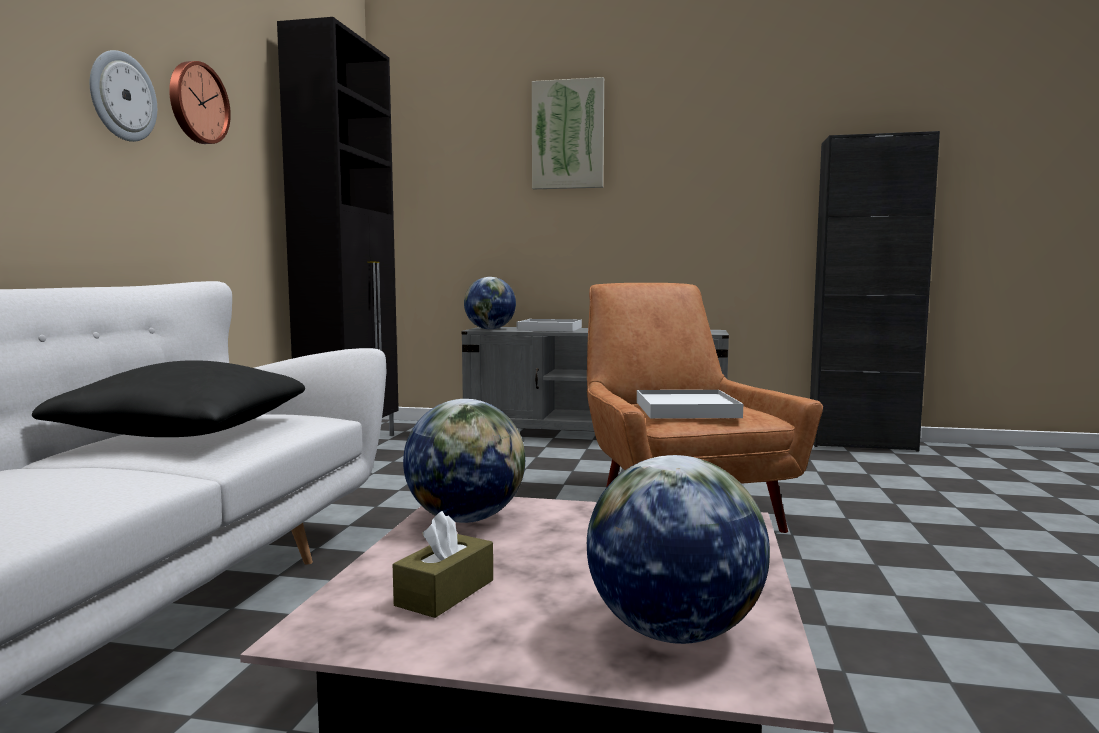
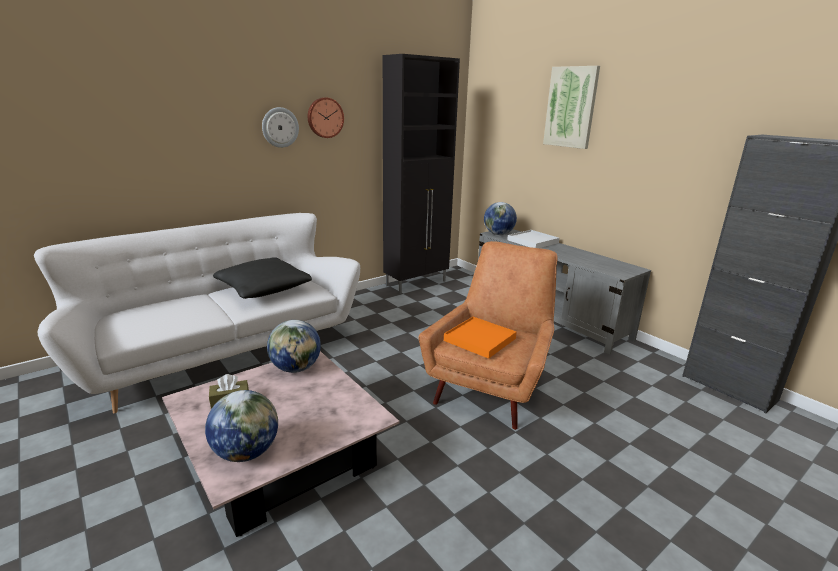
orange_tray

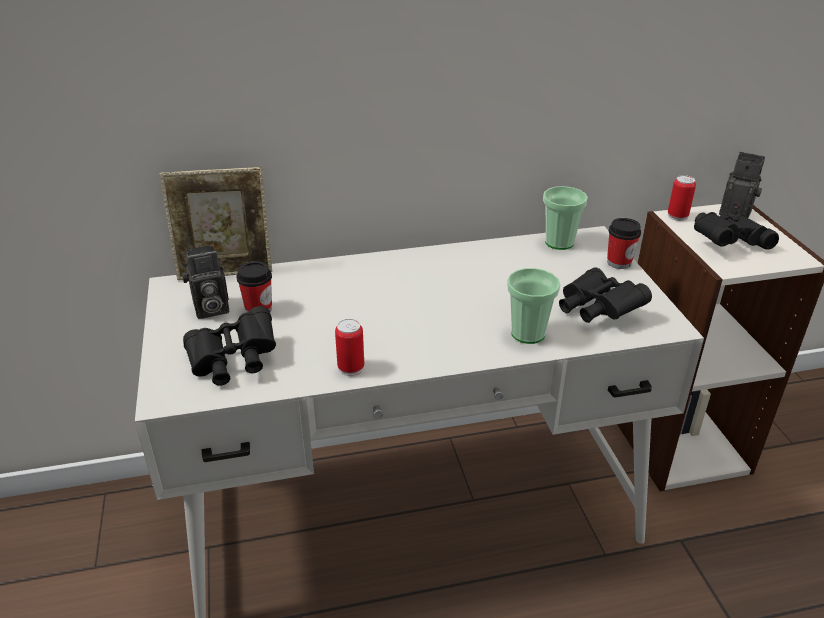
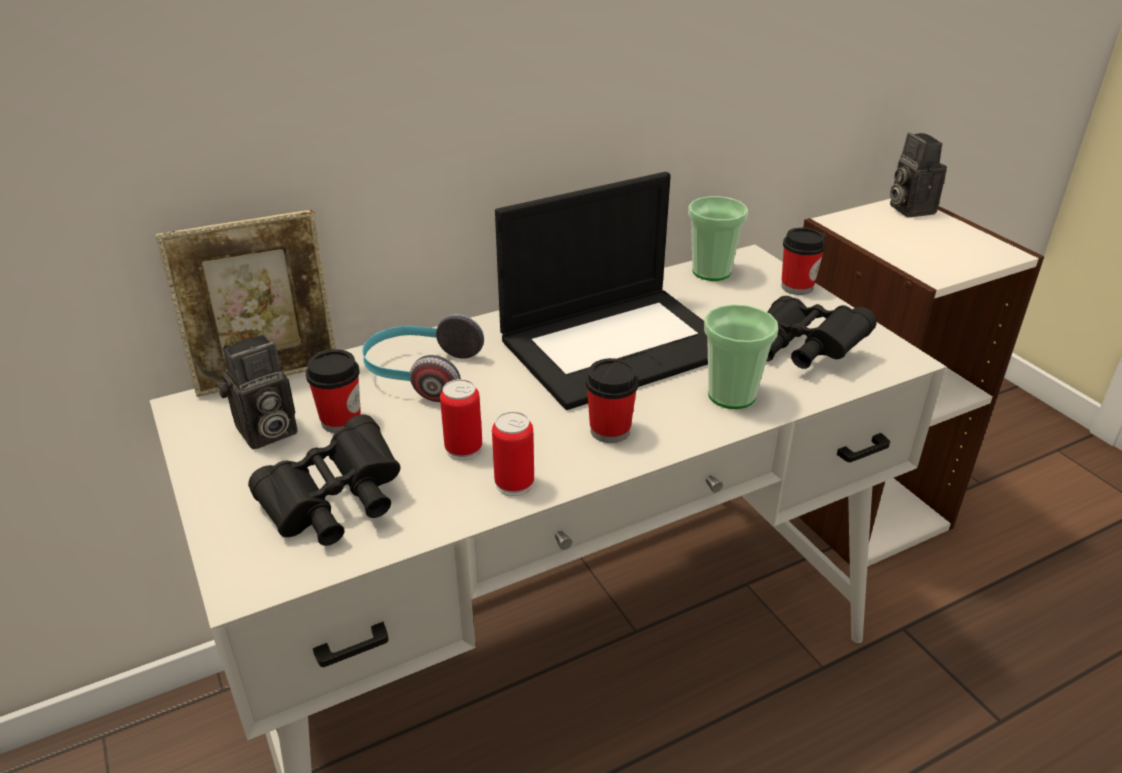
black_binoculars (3rd from left in the first image)
headphones
laptop
cup (2nd from left)
can (1st from left)
photo_camera (2nd from left)

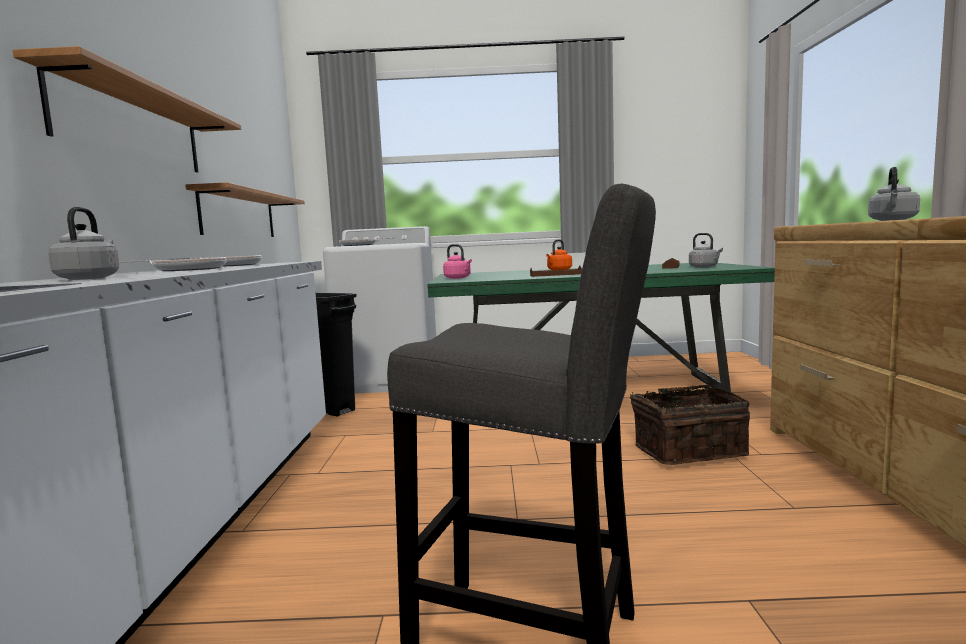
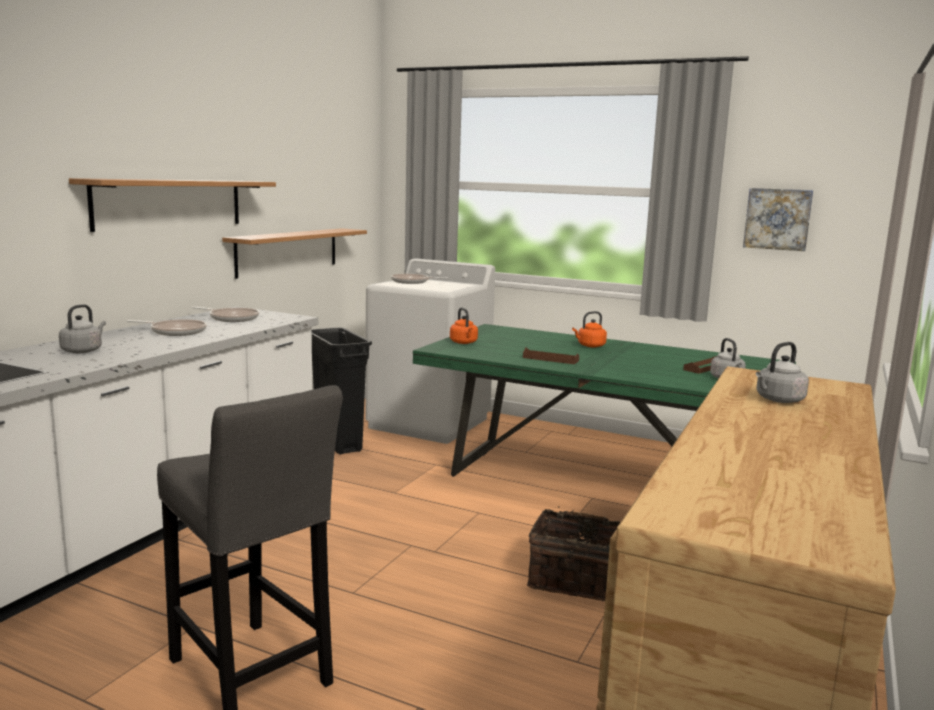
picture
orange_kettle (1st from left)

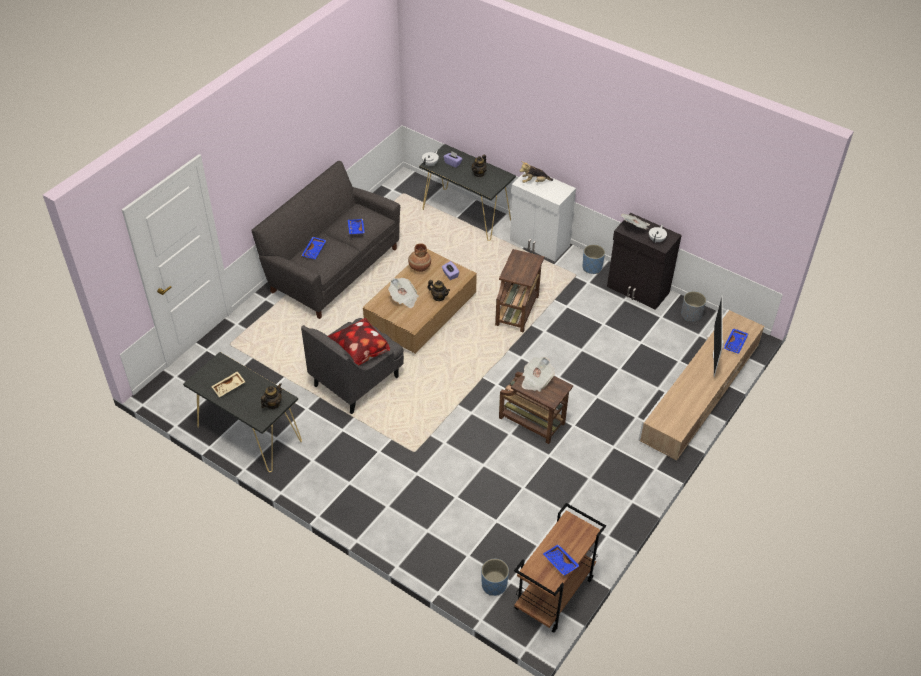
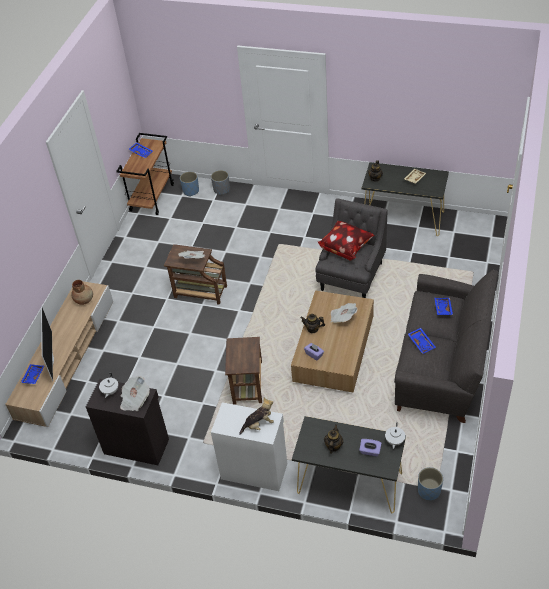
brown_vase
blue_planter (2nd from left)
grey_planter

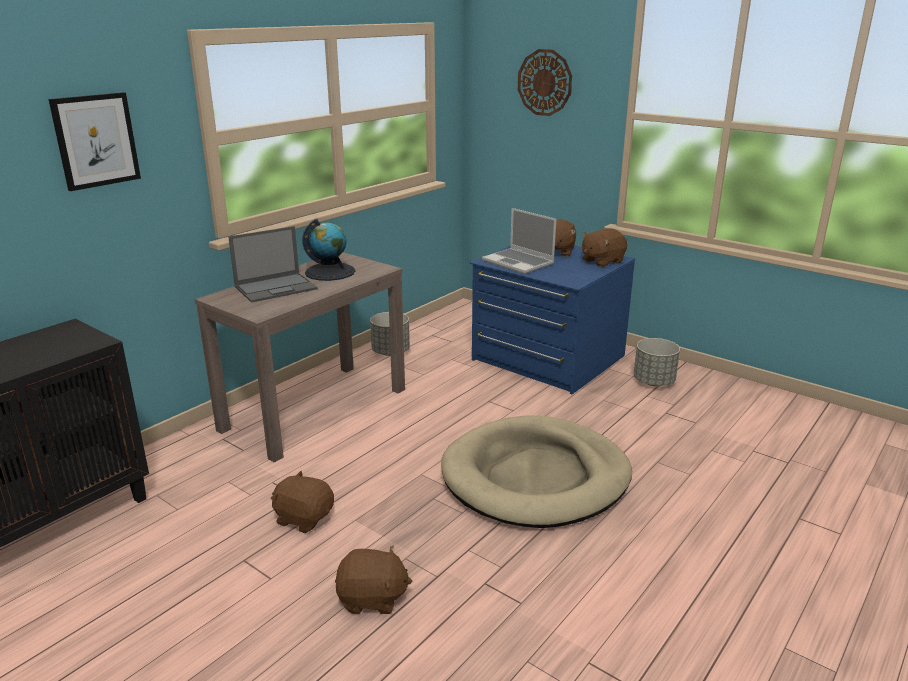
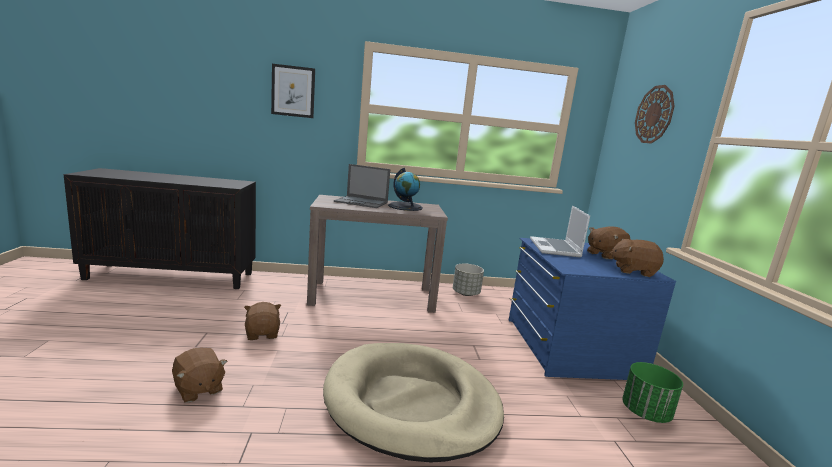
green_planter

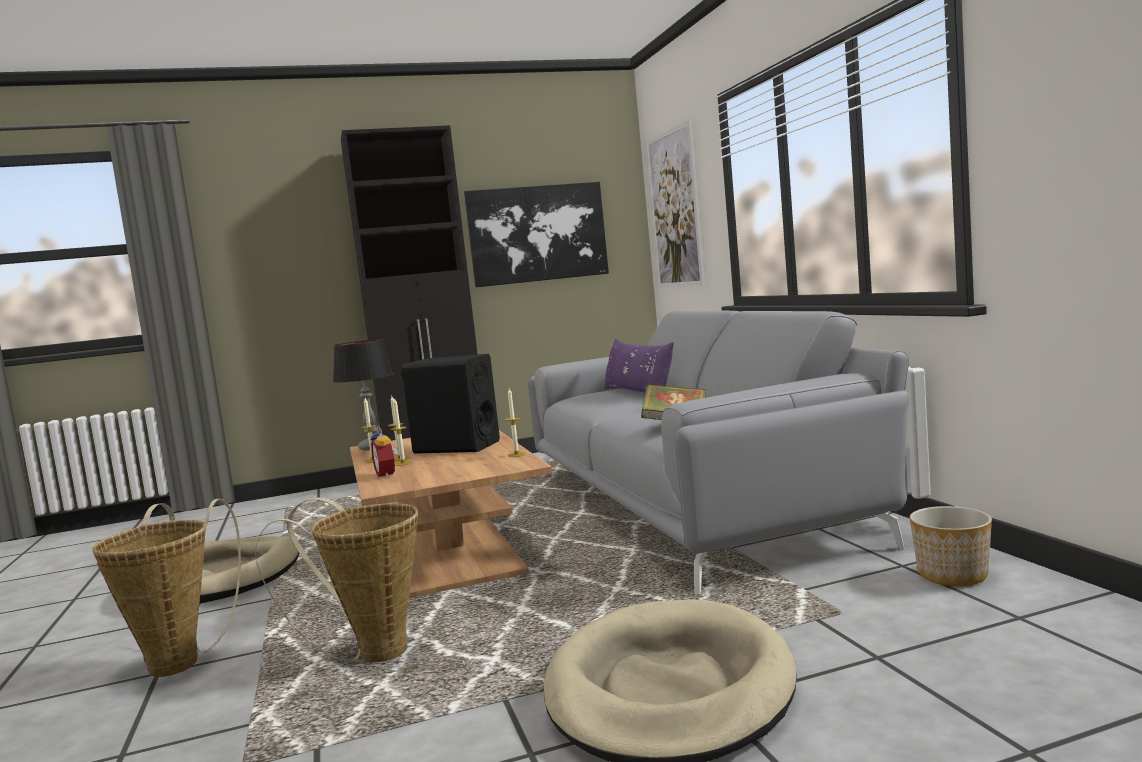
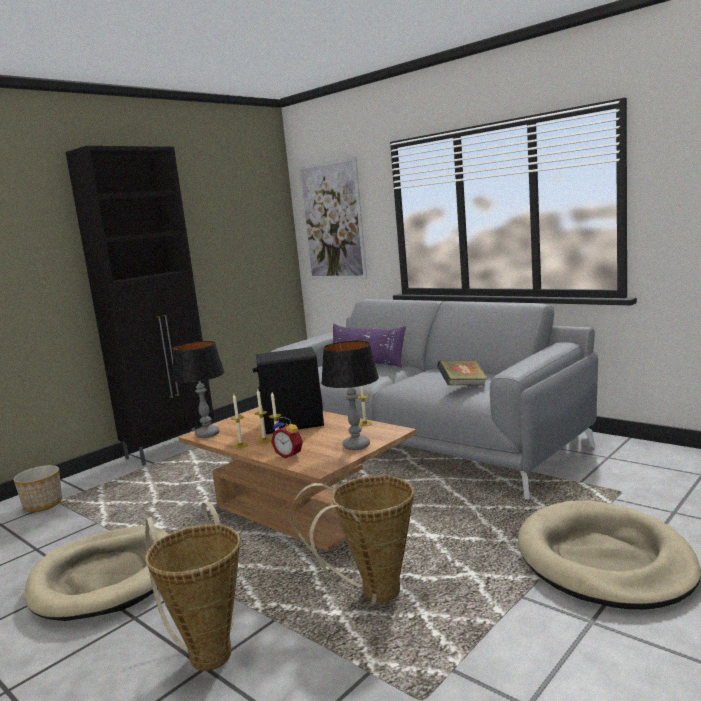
picture (1st from left in the first image)
table_lamp (2nd from left)
planter

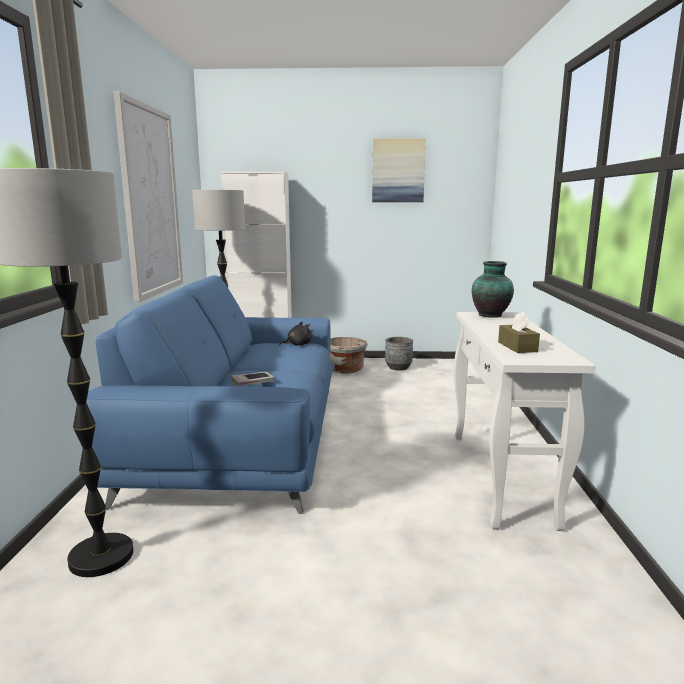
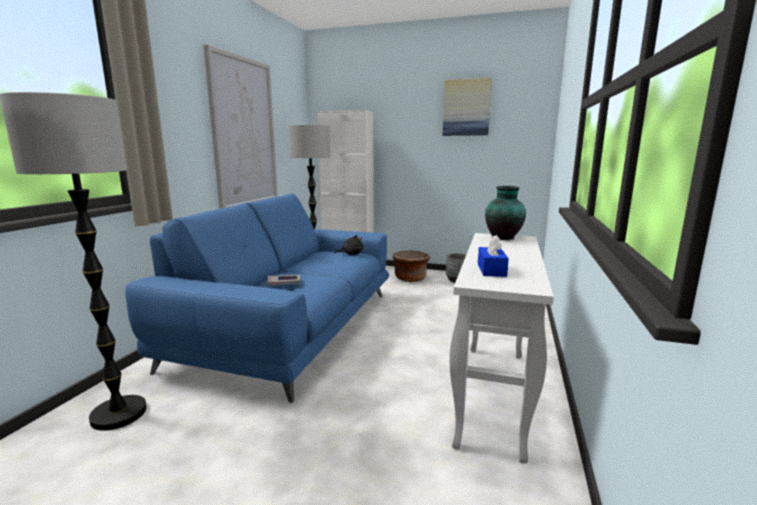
brown_planter
blue_tissue_box

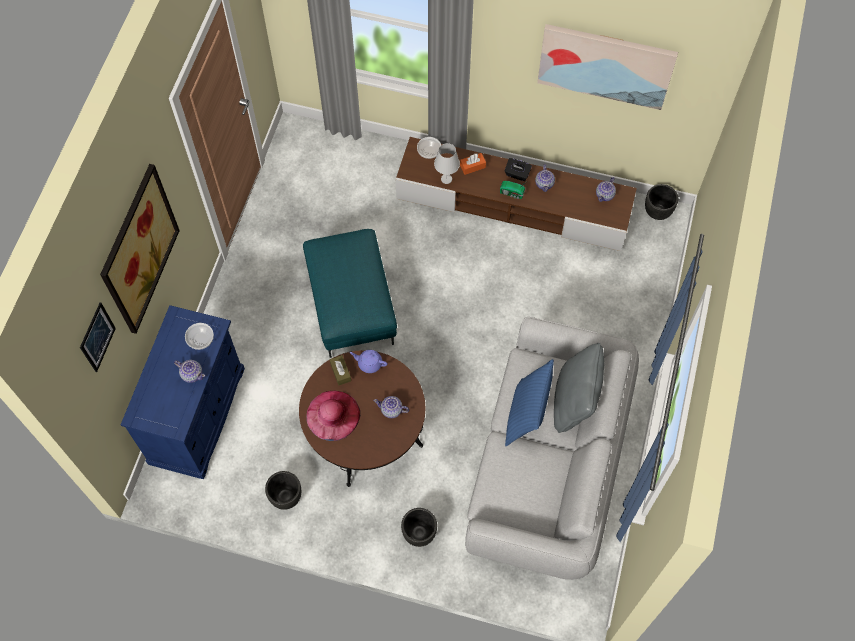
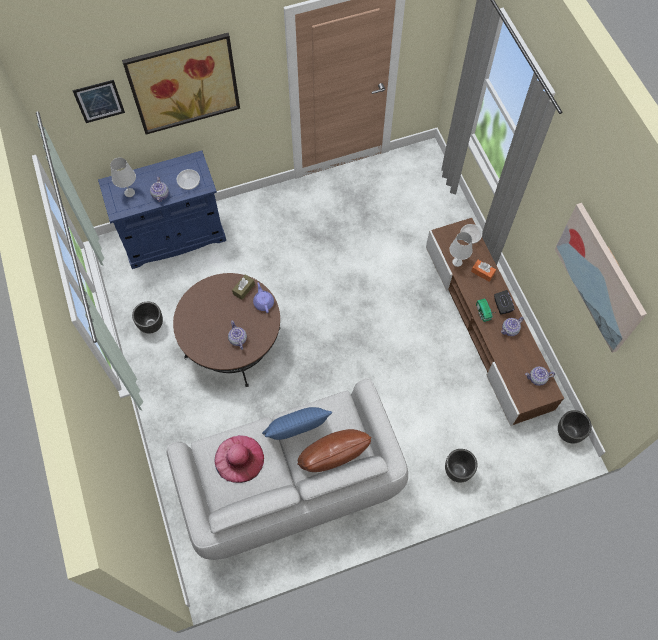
turquoise_ottoman
white_table_lamp (1st from left)
pink_hat
black_planter (2nd from left)
brown_pillow

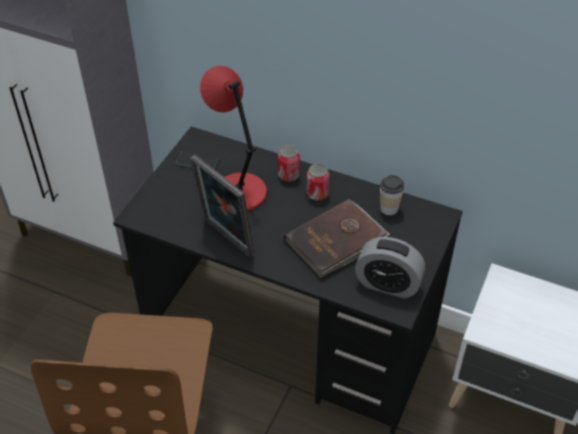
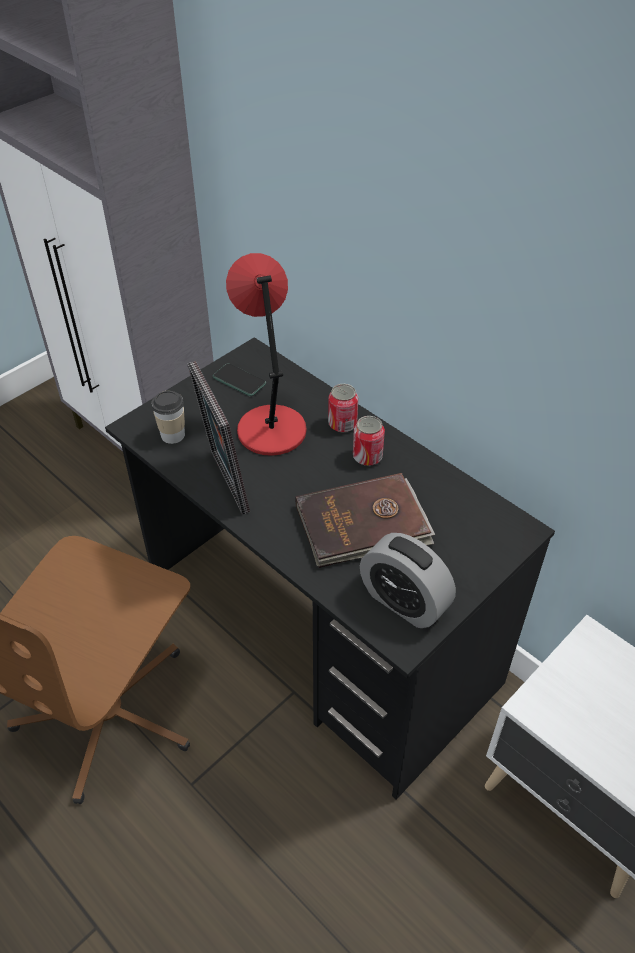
cup

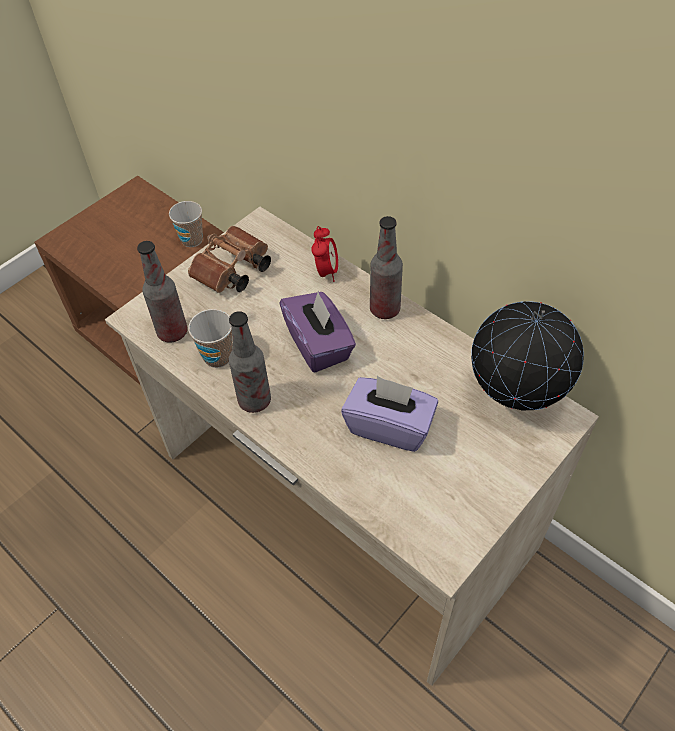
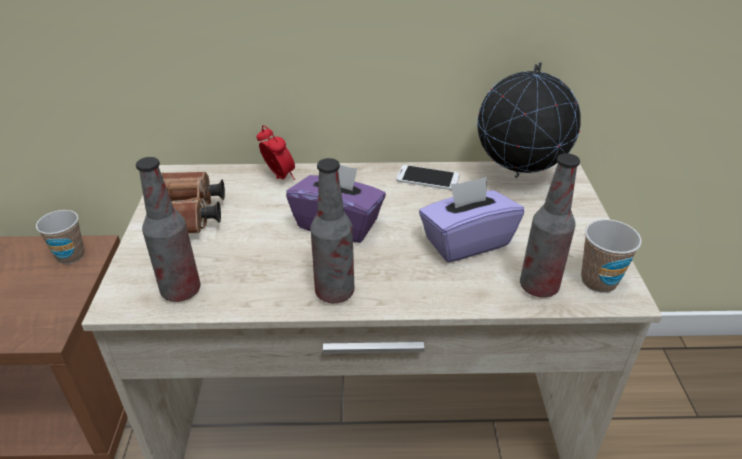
phone
cup (2nd from left)
bottle (3rd from left)

